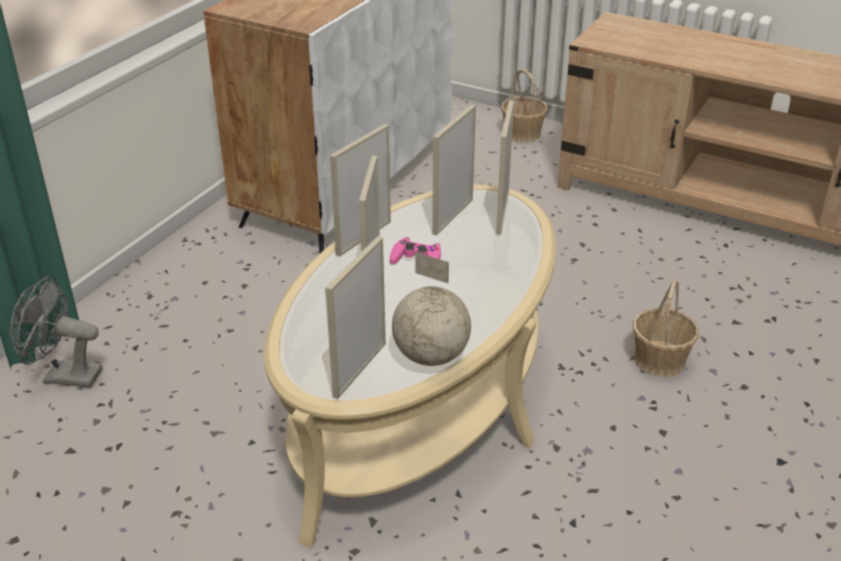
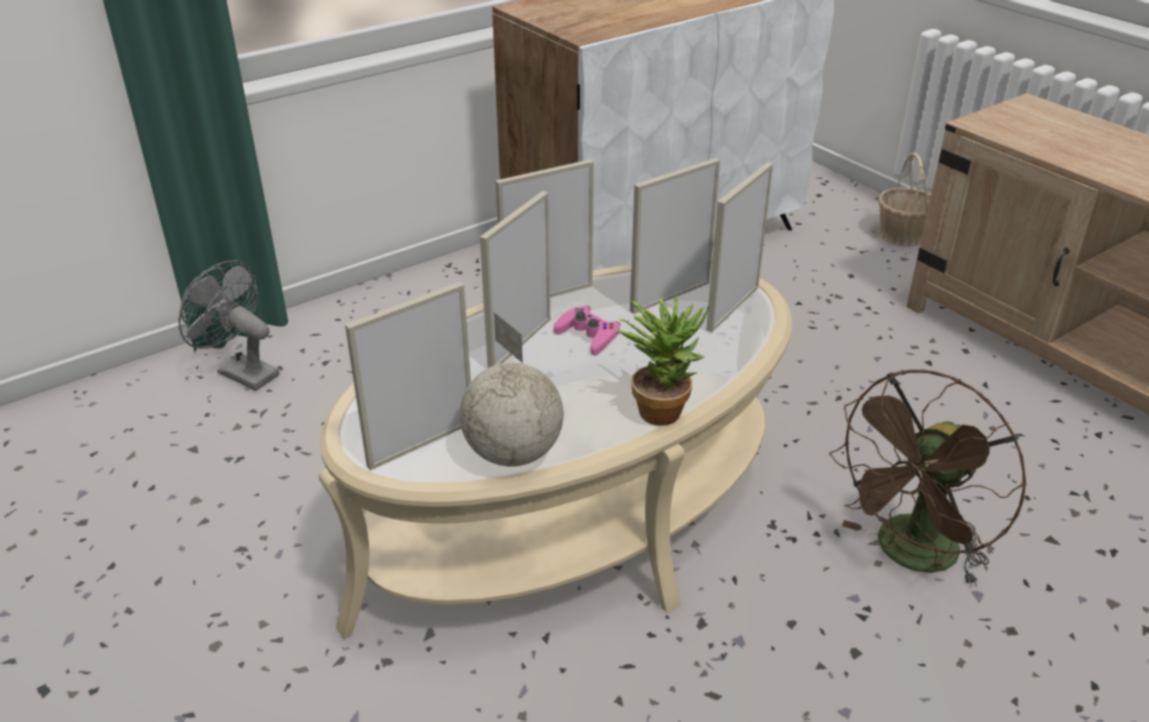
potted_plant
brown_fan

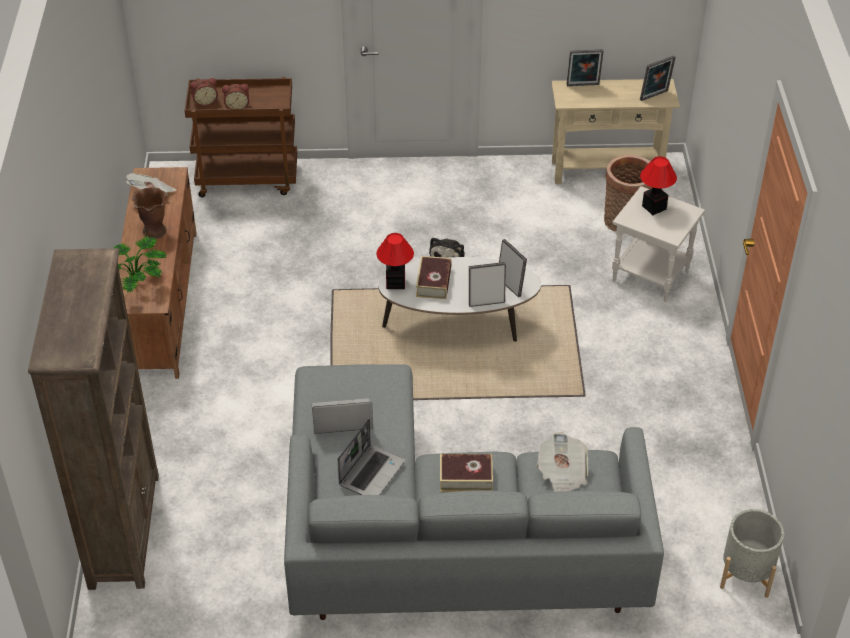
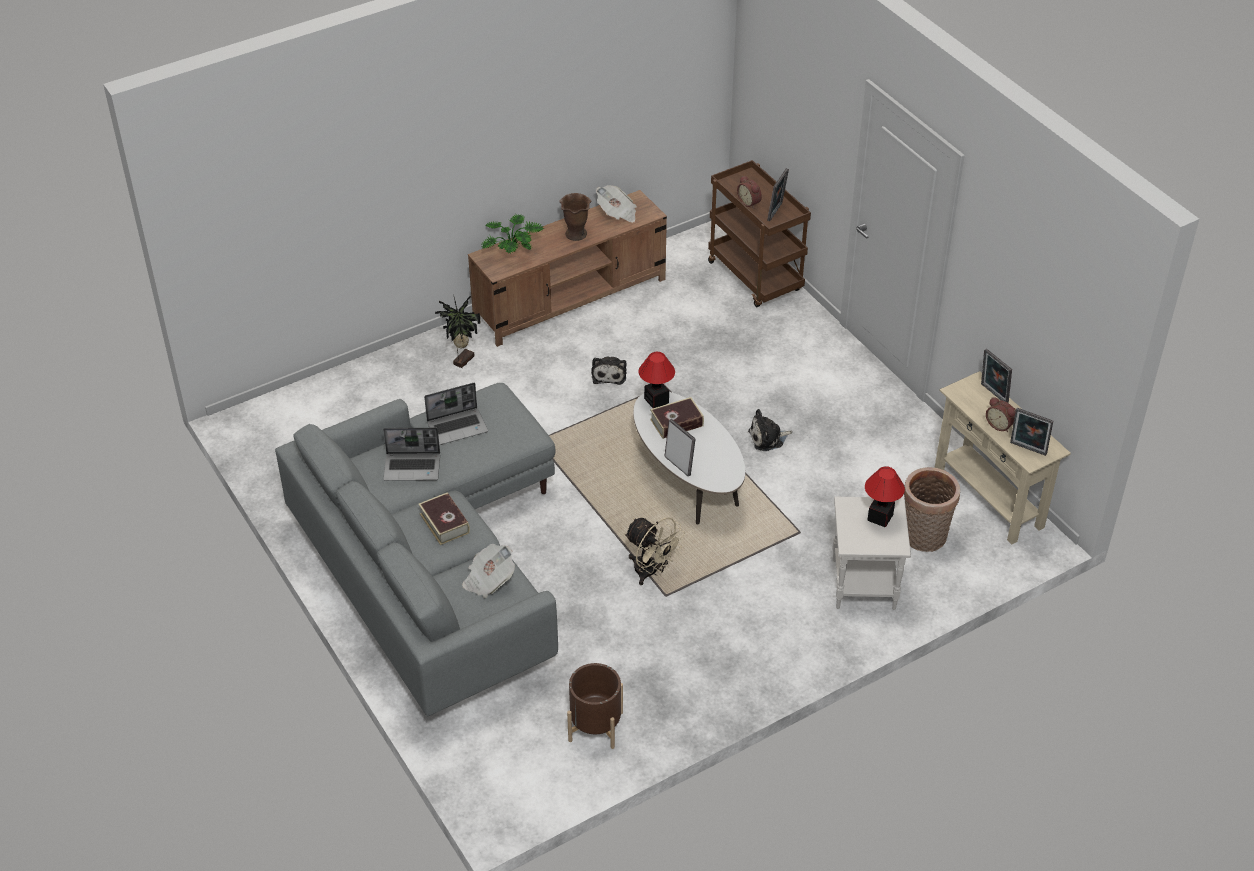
brown_bookcase
grey_planter
potted_plant (1st from left)
brown_planter
plush_toy (1st from left)
beige_fan
alarm_clock (2nd from left)
picture_frame (2nd from left)
laptop (2nd from left)

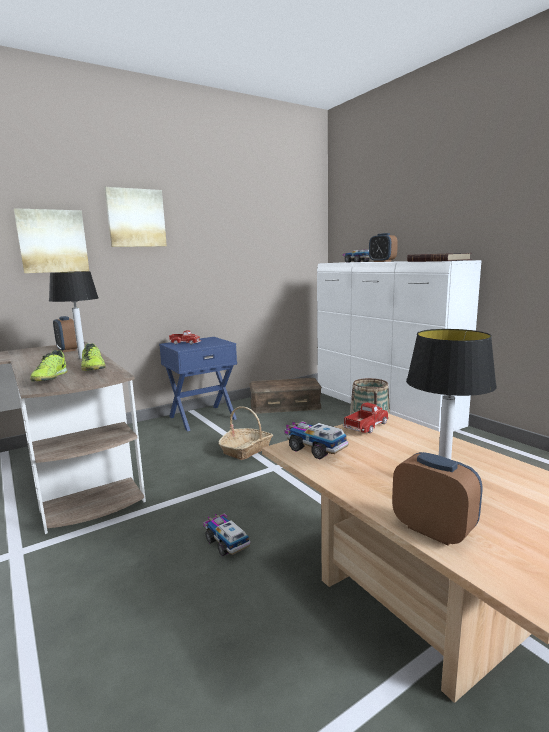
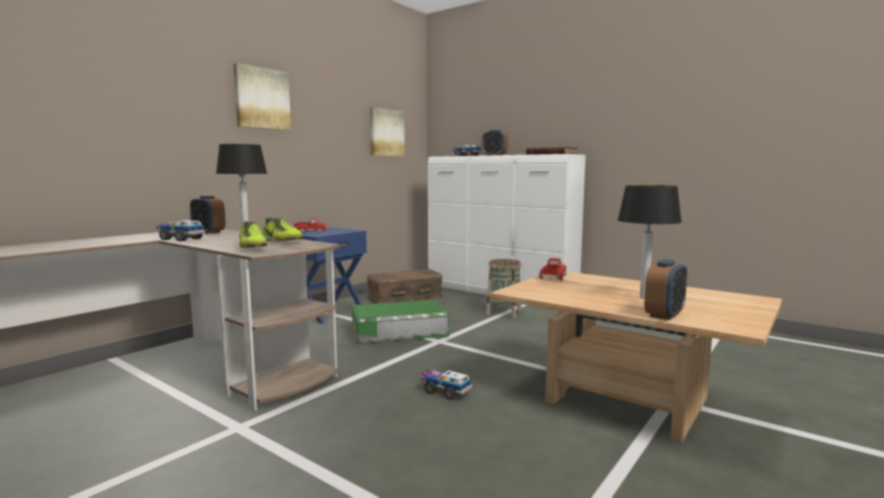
picture (2nd from left)
toy_truck (1st from left)
green_storage_box
alarm_clock (3rd from left)

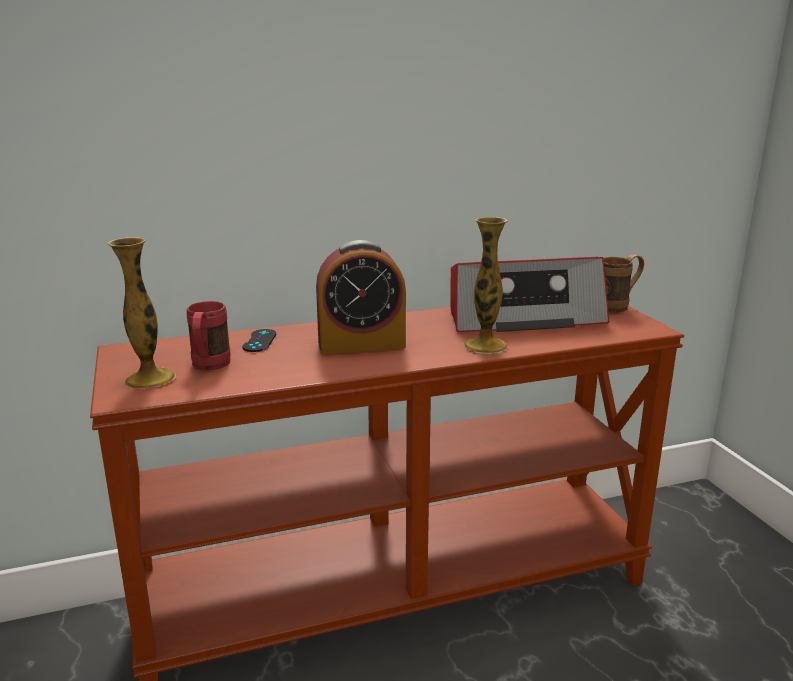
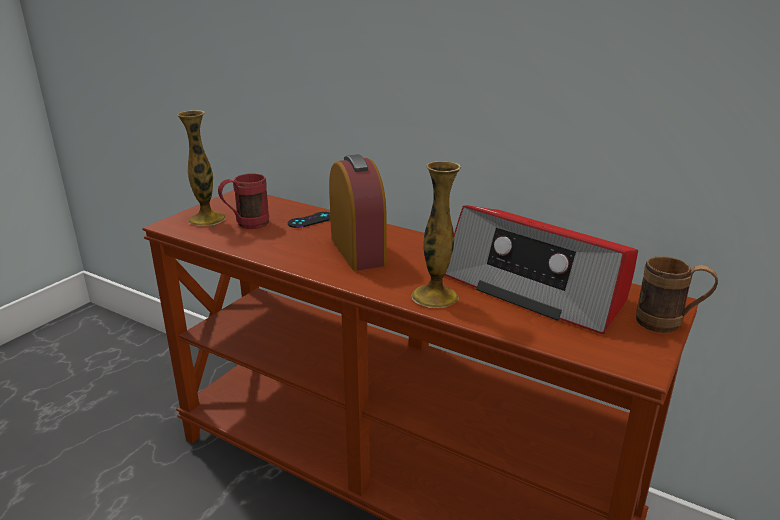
alarm_clock

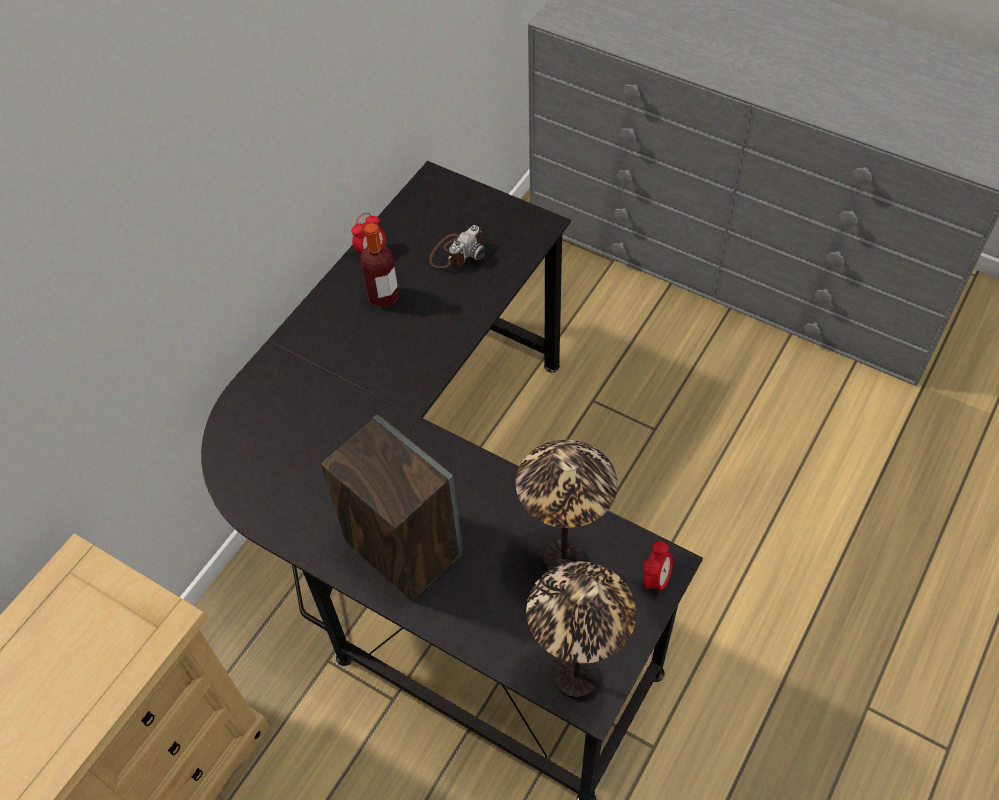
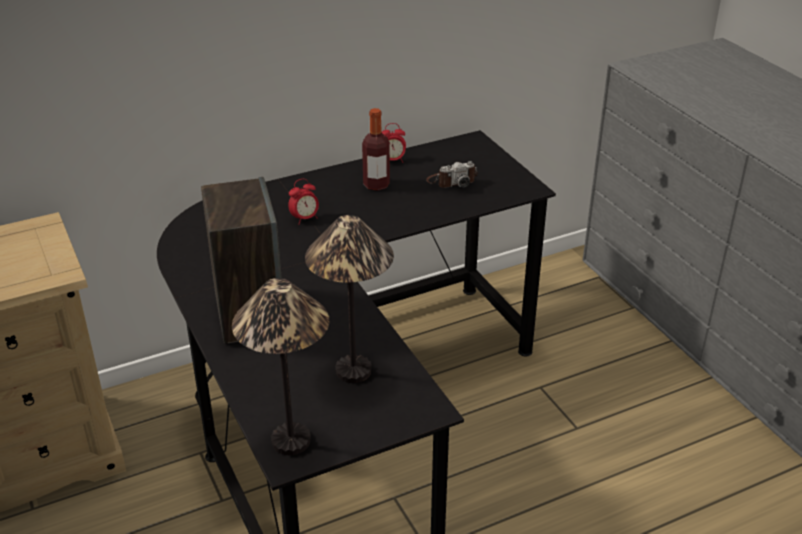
alarm_clock (1st from left)

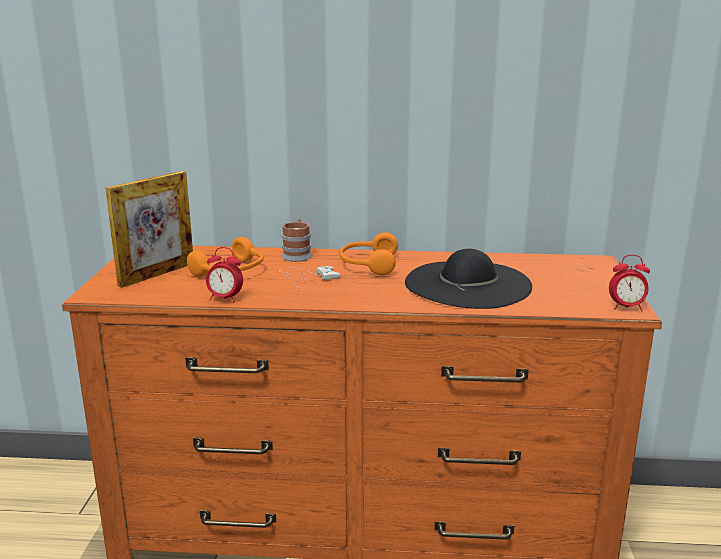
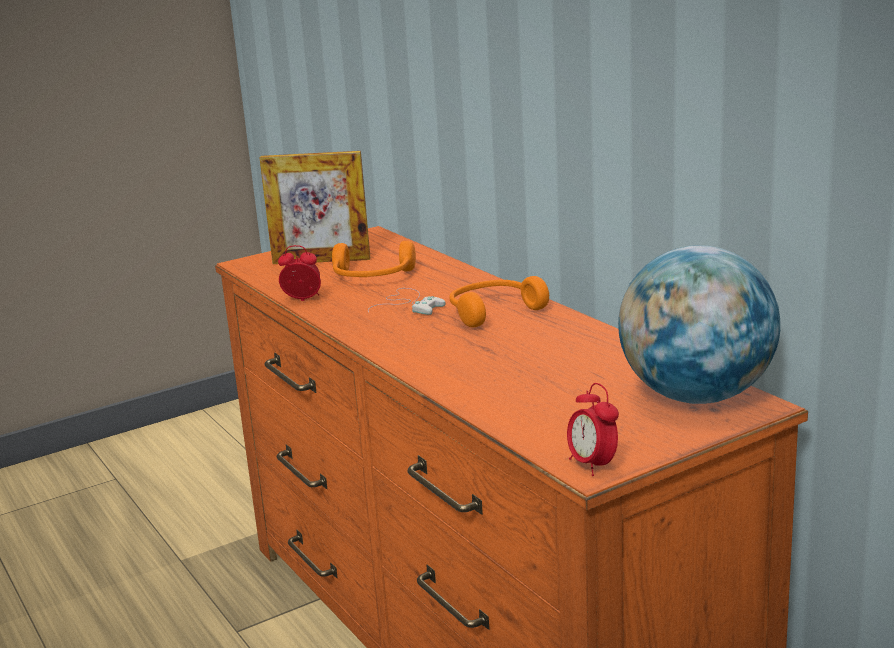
mug
black_hat
globe
alarm_clock (1st from left)

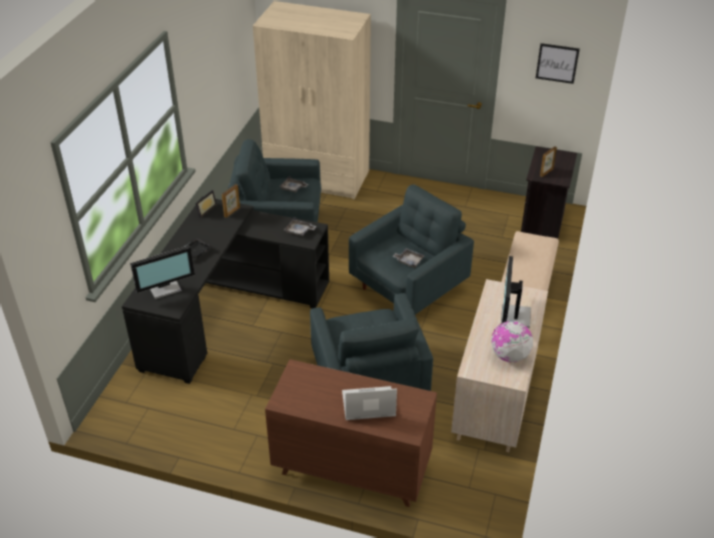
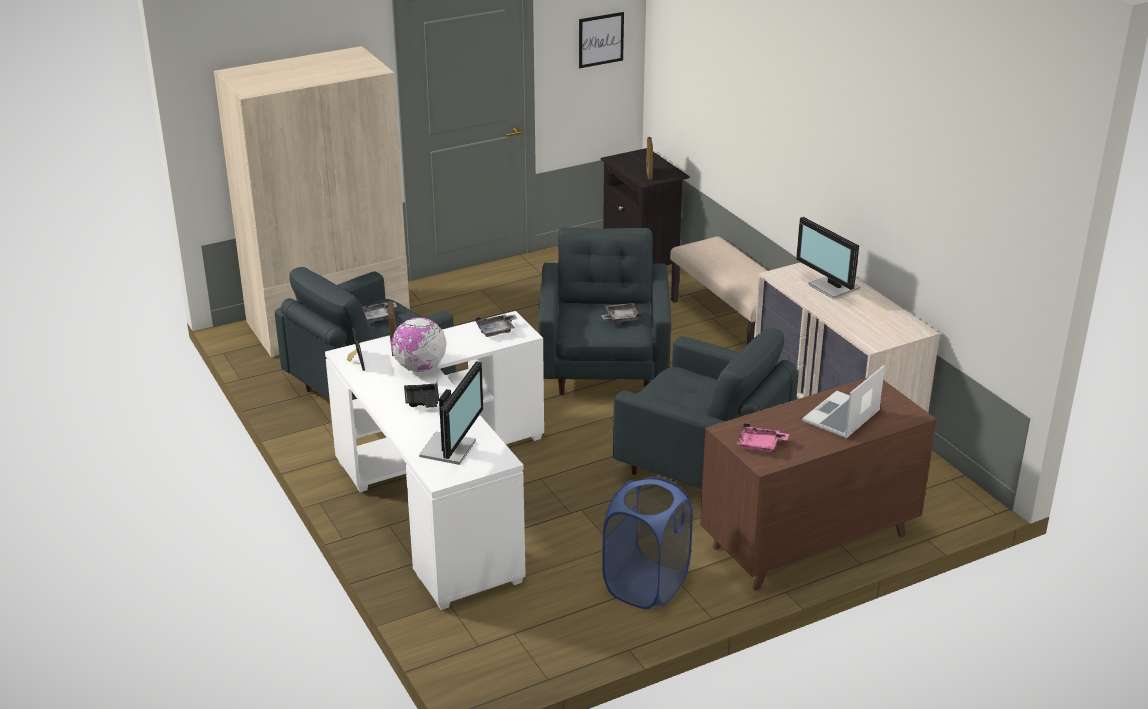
blue_laundry_basket
pink_tray
globe
white_desk

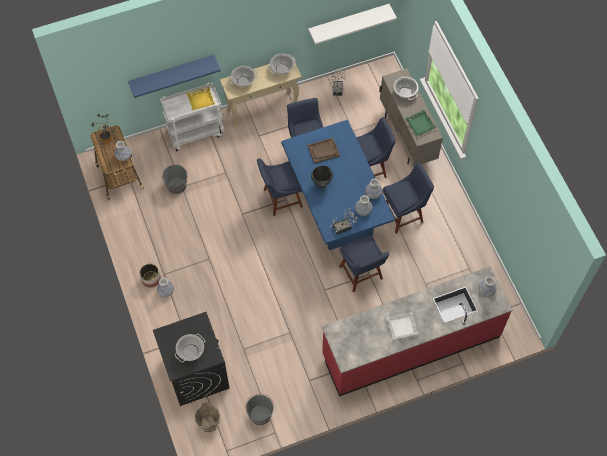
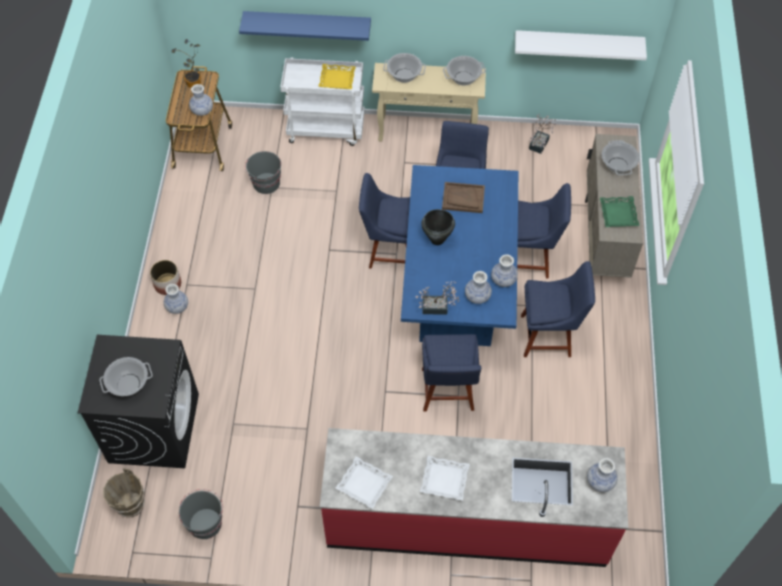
white_tray (1st from left)

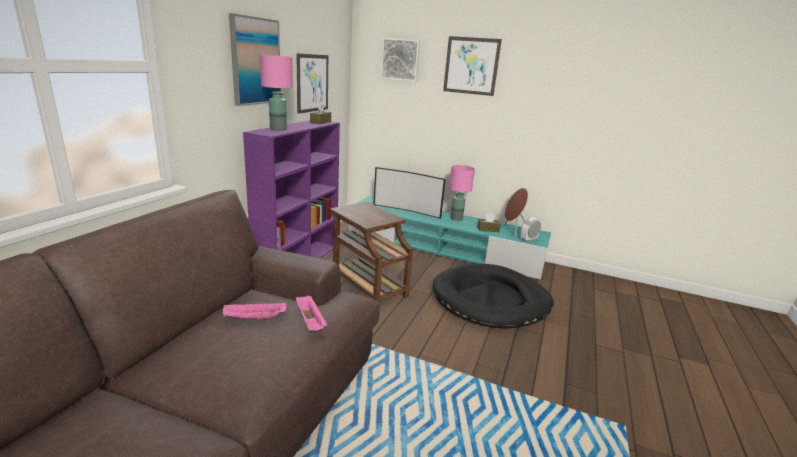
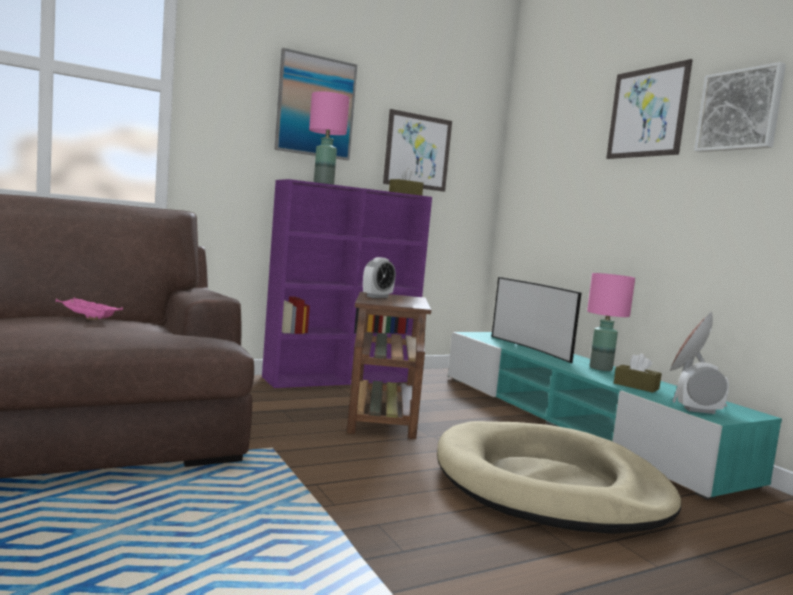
pink_tray (2nd from left in the first image)
alarm_clock (1st from left)
picture (4th from left)
beige_dog_bed

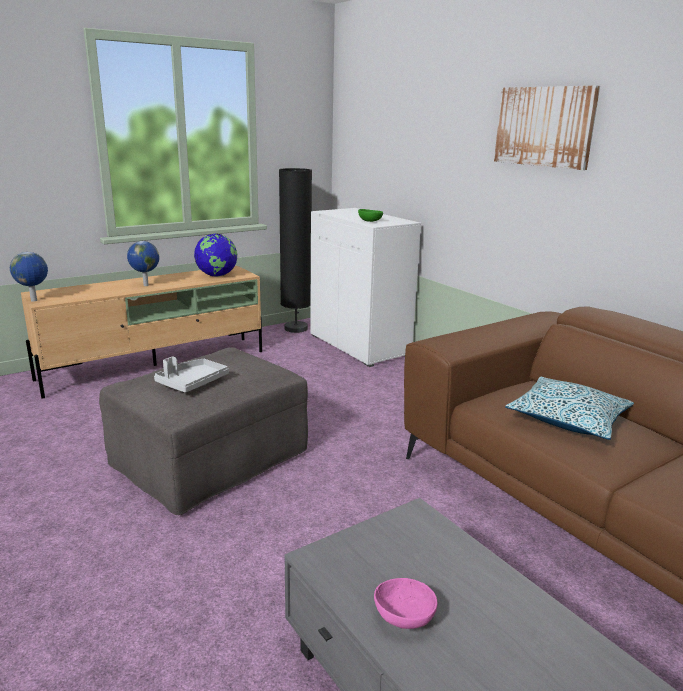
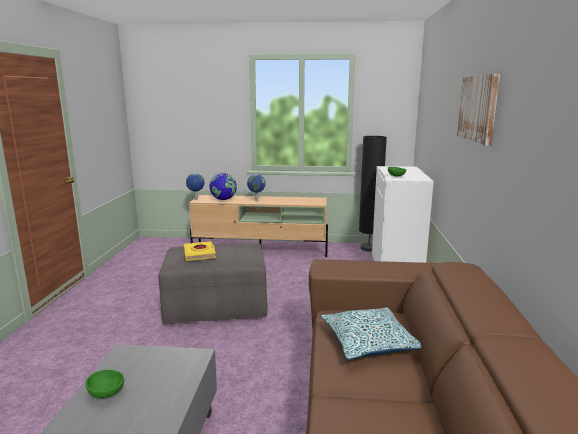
globe (2nd from left)
yellow_book
green_bowl (1st from left)

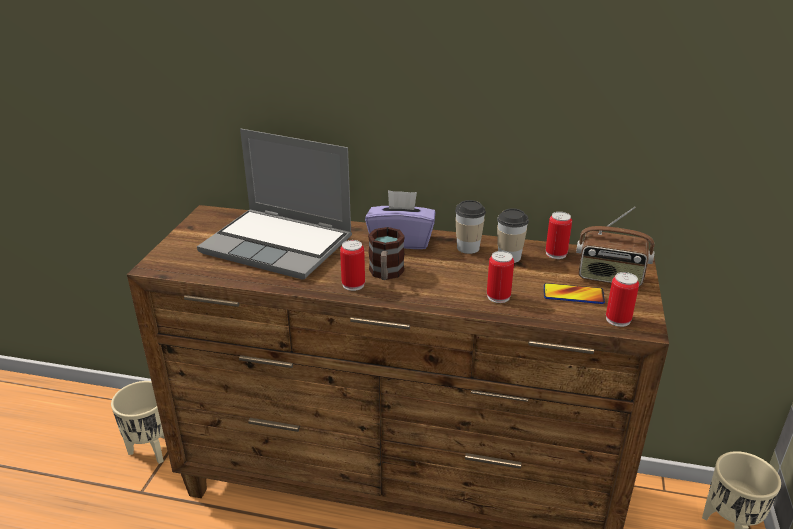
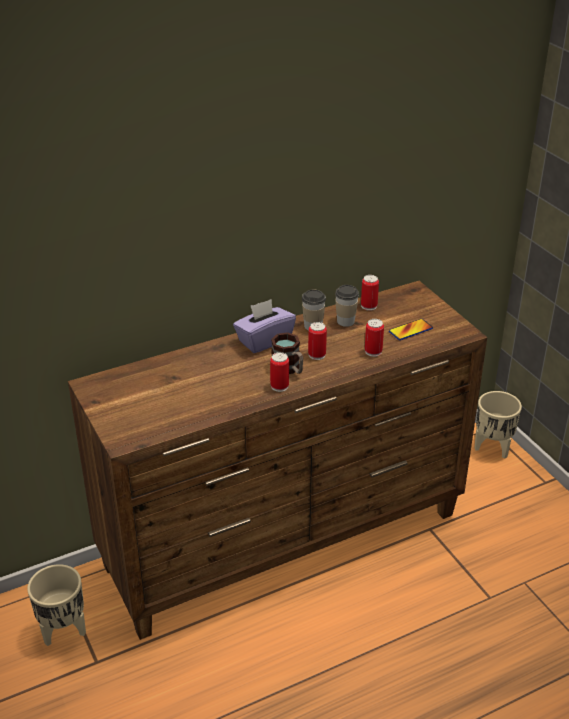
laptop
radio
can (2nd from left)

